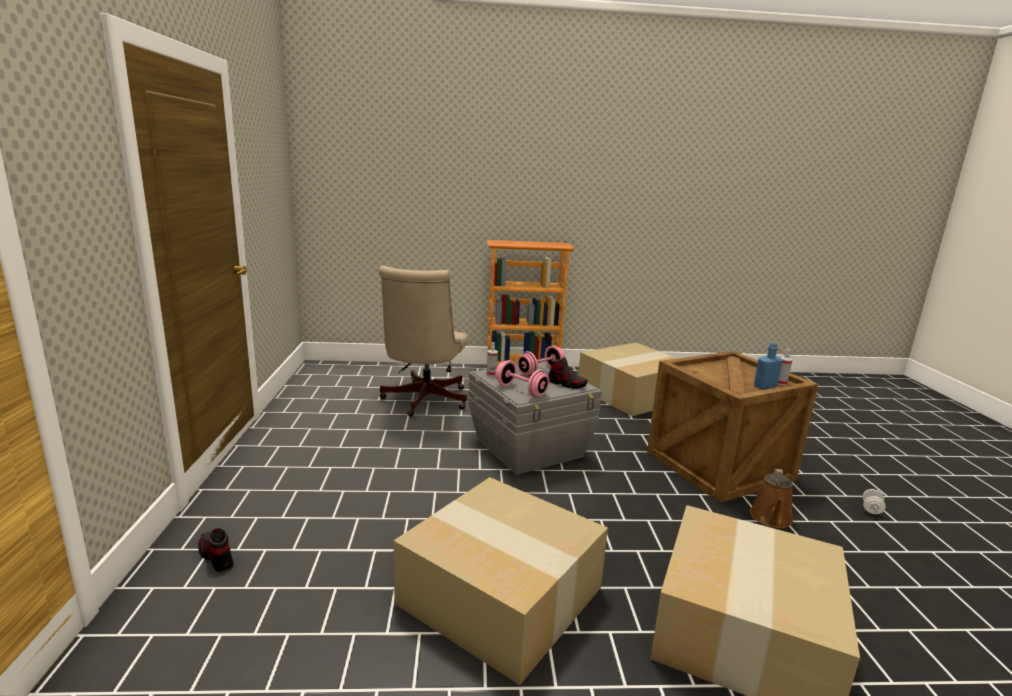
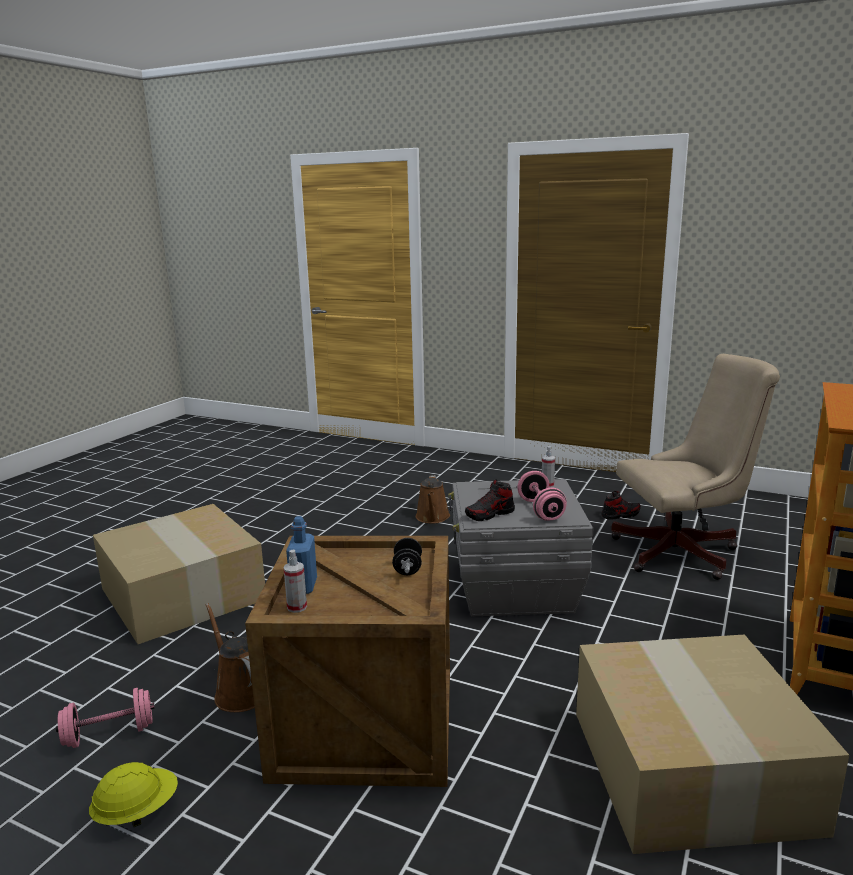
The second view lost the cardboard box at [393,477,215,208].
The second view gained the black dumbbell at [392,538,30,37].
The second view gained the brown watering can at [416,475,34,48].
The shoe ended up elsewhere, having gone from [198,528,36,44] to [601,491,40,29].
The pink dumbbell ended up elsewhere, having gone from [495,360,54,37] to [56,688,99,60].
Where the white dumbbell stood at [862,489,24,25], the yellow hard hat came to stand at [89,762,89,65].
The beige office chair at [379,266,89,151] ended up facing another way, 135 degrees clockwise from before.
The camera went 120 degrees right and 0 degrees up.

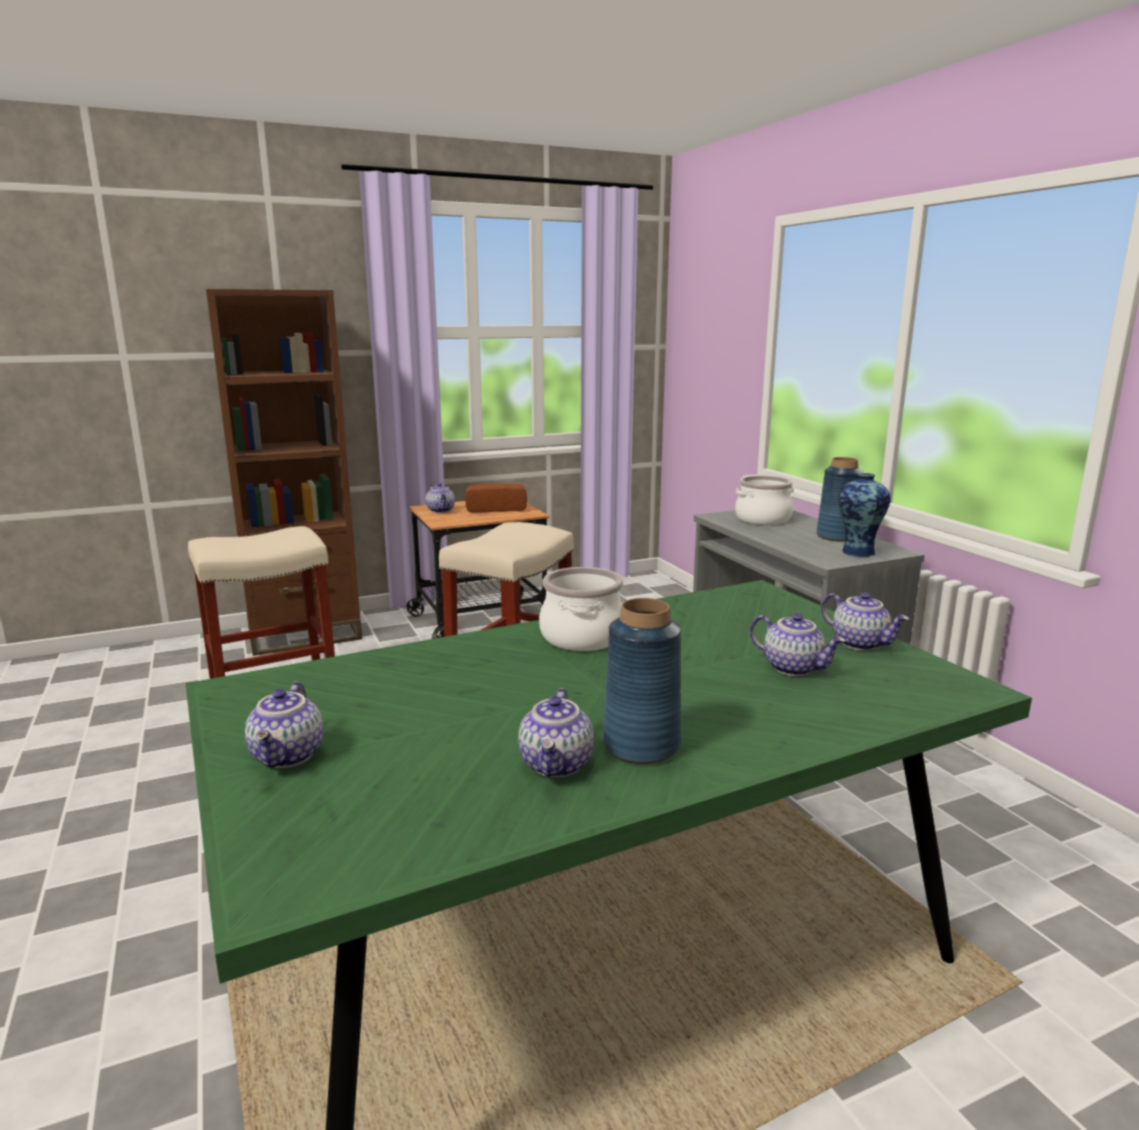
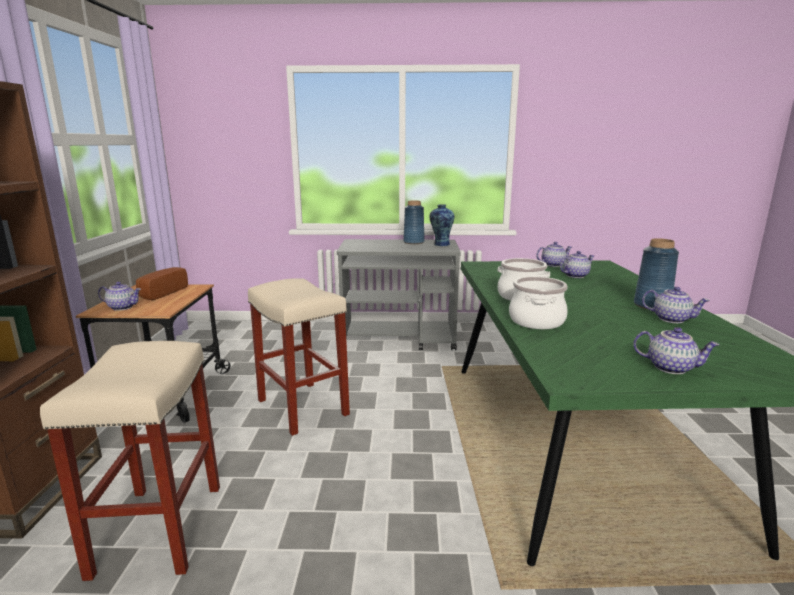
The cooking pot ended up elsewhere, having gone from [735,475,59,50] to [509,276,59,53].
The camera went 65 degrees left and 0 degrees up.

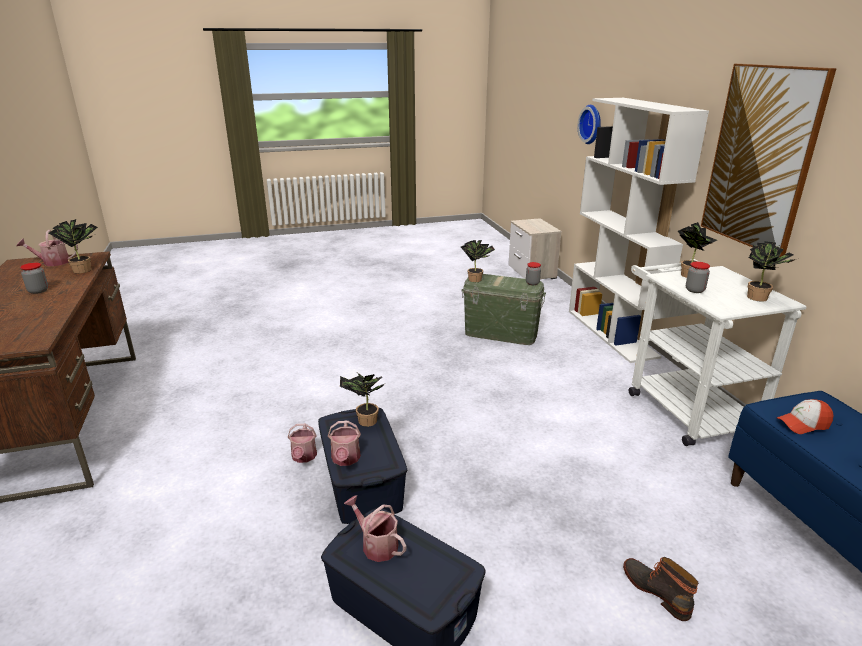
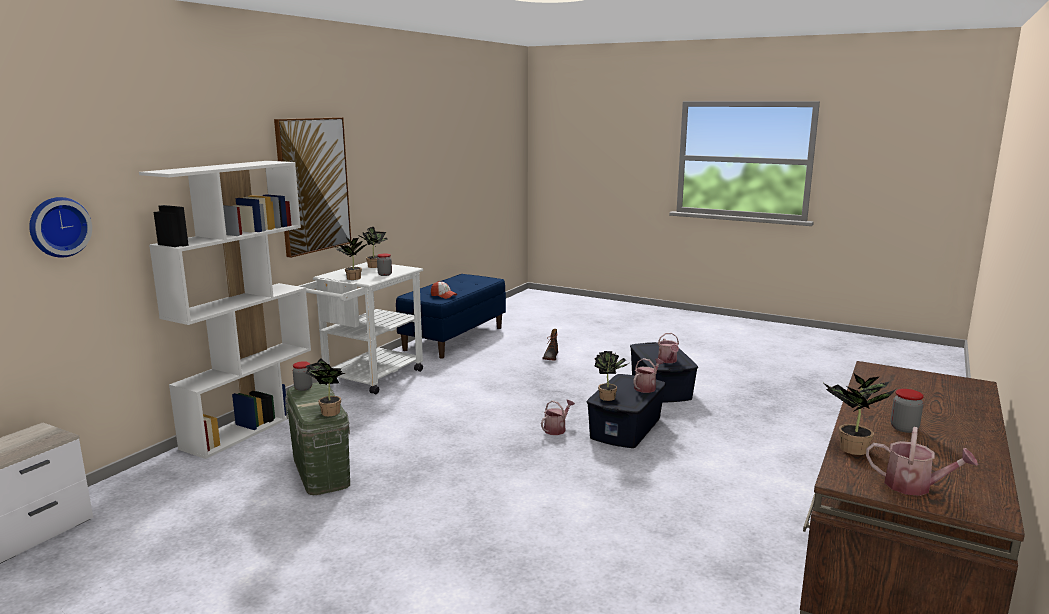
The watering can ended up elsewhere, having gone from [288,423,29,40] to [541,400,34,35].
The camera went 135 degrees left and 10 degrees down.

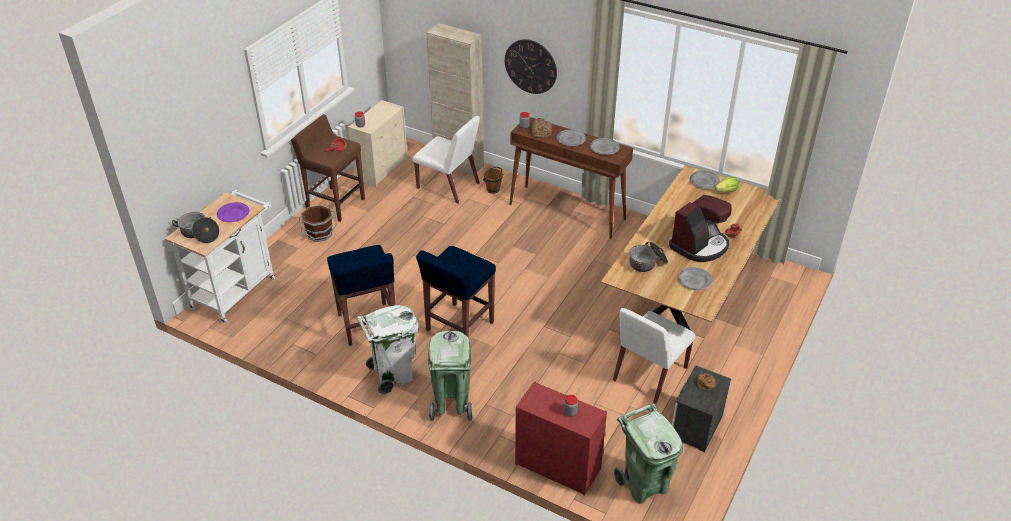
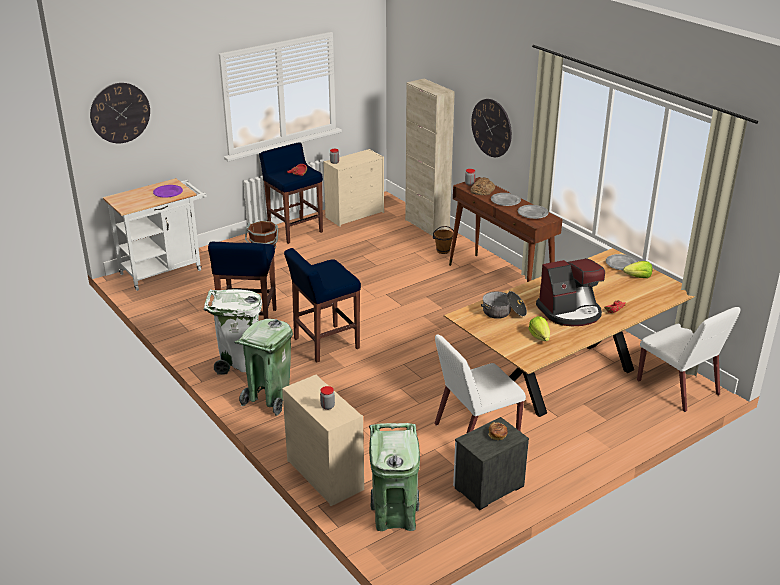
The second view lost the cooking pot at [172,212,47,31].
The second view gained the wall clock at [90,83,60,60].
The white chair ended up elsewhere, having gone from [413,116,67,88] to [637,307,104,105].
Where the grey plate stood at [678,267,34,23], the lettuce came to stand at [528,316,22,25].
What was the brown stool at [291,114,74,108] turned into the blue stool at [259,142,64,102].
What was the red dresser at [515,381,92,115] turned into the beige dresser at [282,374,82,132].
The camera went 25 degrees right and 10 degrees down.

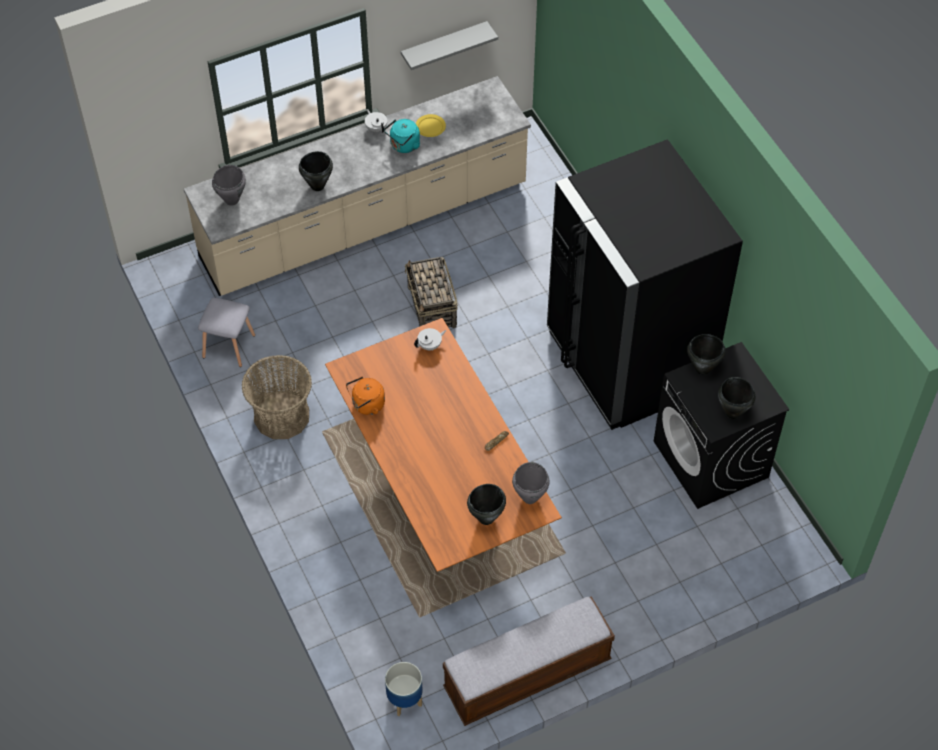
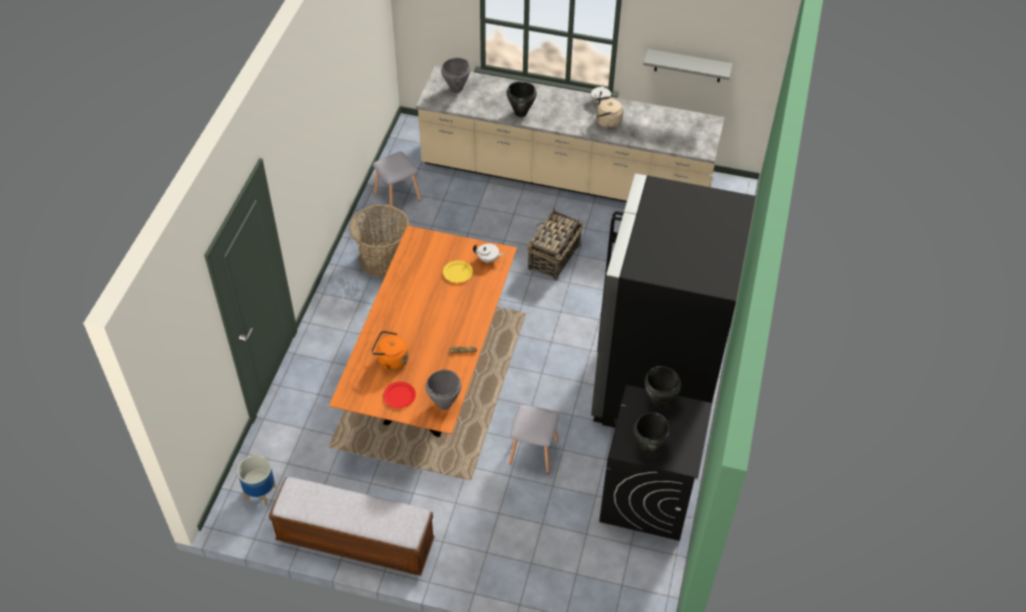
The second view gained the grey stool at [509,405,50,68].
The orange kettle ended up elsewhere, having gone from [346,376,39,39] to [371,331,38,39].
The yellow plate ended up elsewhere, having gone from [416,114,30,23] to [443,260,30,23].
Where the black cooking pot stood at [467,484,39,41], the red plate came to stand at [383,382,33,26].
What was the turquoise kettle at [384,119,36,34] turned into the beige kettle at [595,96,28,33].
The camera went 40 degrees right and 5 degrees down.

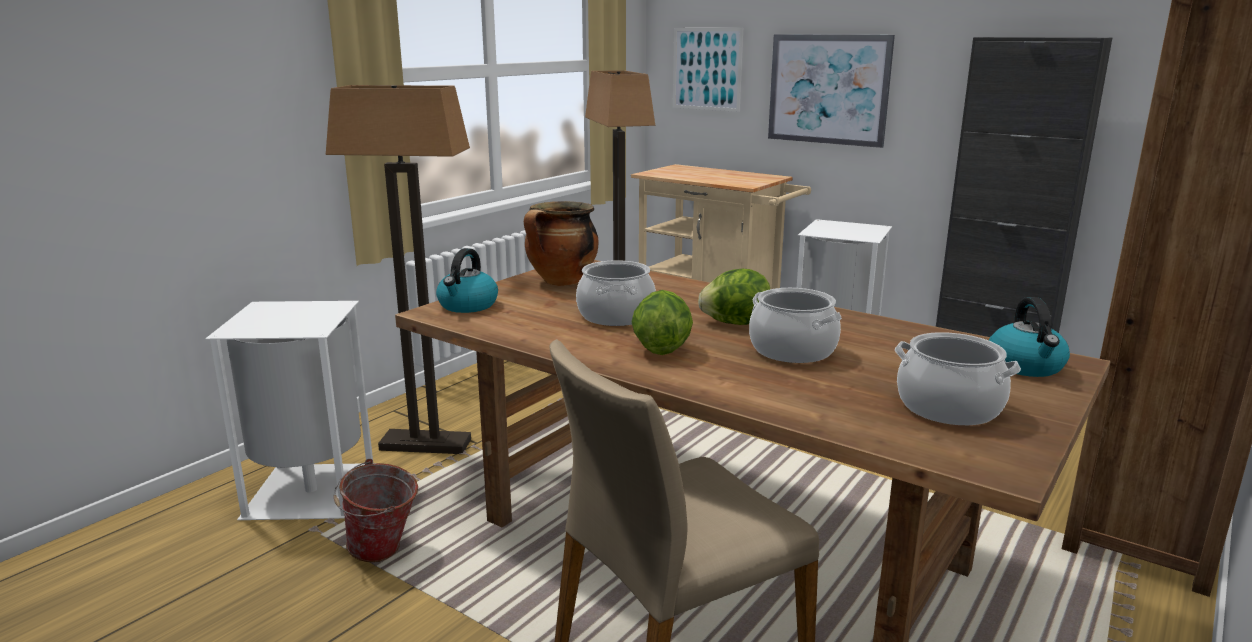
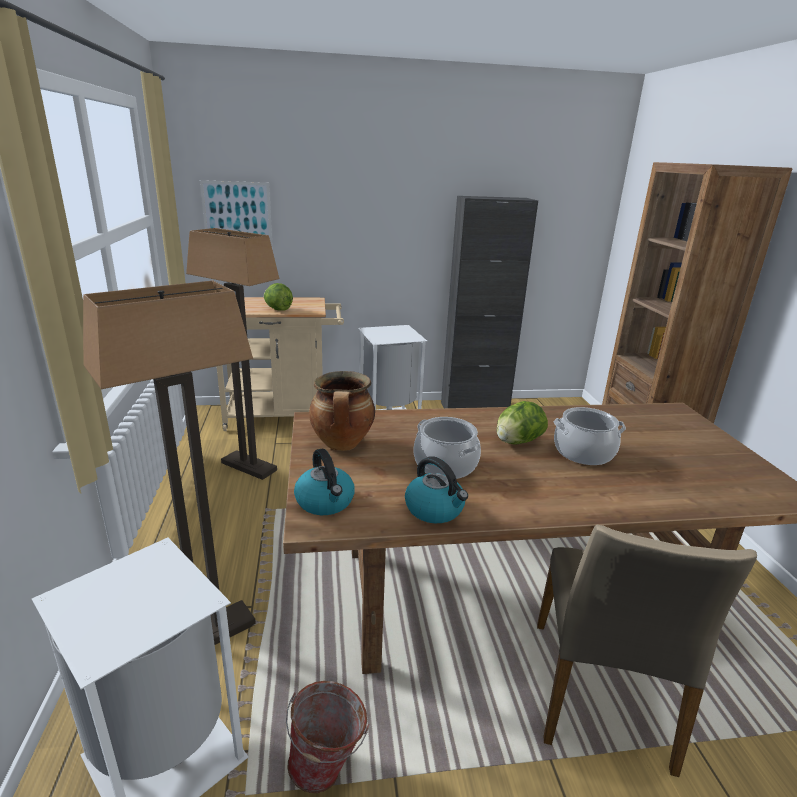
The second view lost the picture at [768,34,127,114].
The second view lost the cooking pot at [895,332,126,93].
The lettuce ended up elsewhere, having gone from [632,290,61,65] to [264,283,29,28].
The kettle ended up elsewhere, having gone from [989,297,81,80] to [405,456,63,67].
The camera went 45 degrees left and 5 degrees up.

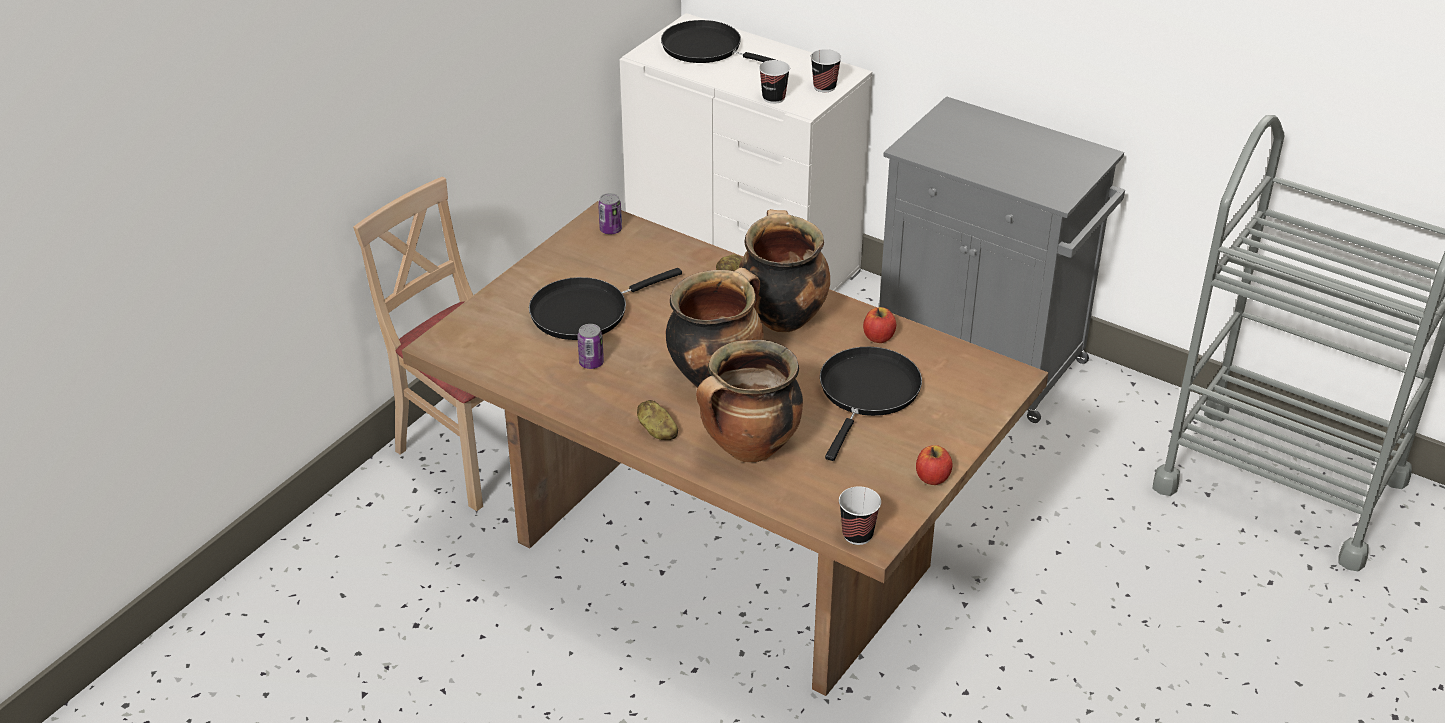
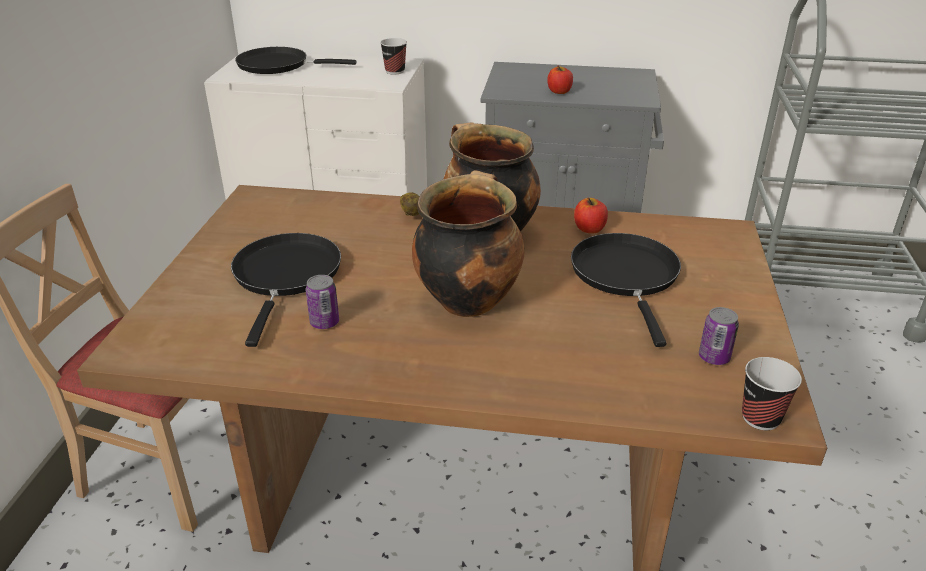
The second view lost the potato at [637,400,41,40].
The second view lost the cooking pot at [696,340,107,123].
The second view lost the cup at [759,60,31,44].
The can ended up elsewhere, having gone from [598,193,24,42] to [699,307,40,58].
The apple ended up elsewhere, having gone from [916,445,37,40] to [547,65,26,29].
The black frying pan at [529,268,153,72] ended up facing another way, 150 degrees clockwise from before.
The camera went 25 degrees left and 5 degrees down.

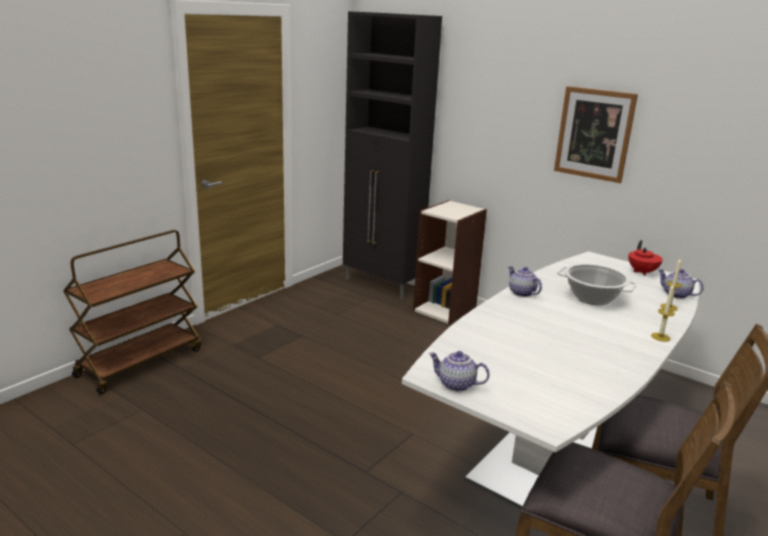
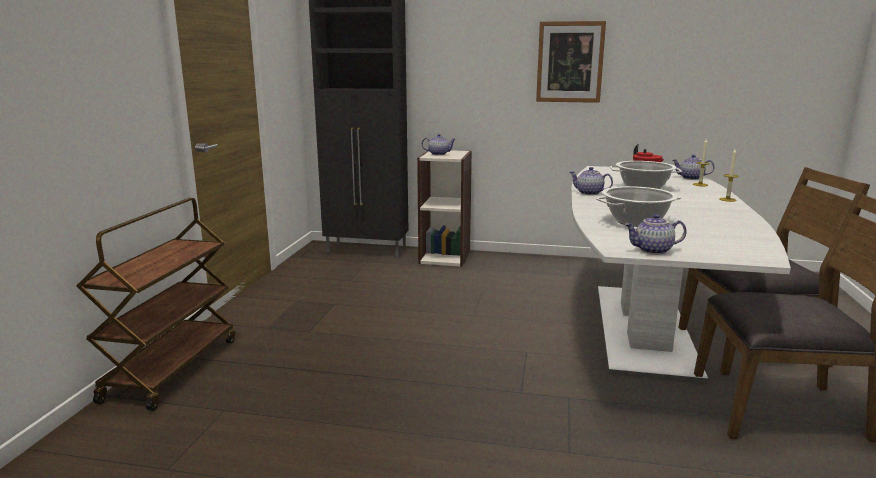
The second view gained the teapot at [422,134,34,21].
The second view gained the cooking pot at [596,186,85,41].
The camera went 25 degrees left and 5 degrees down.

